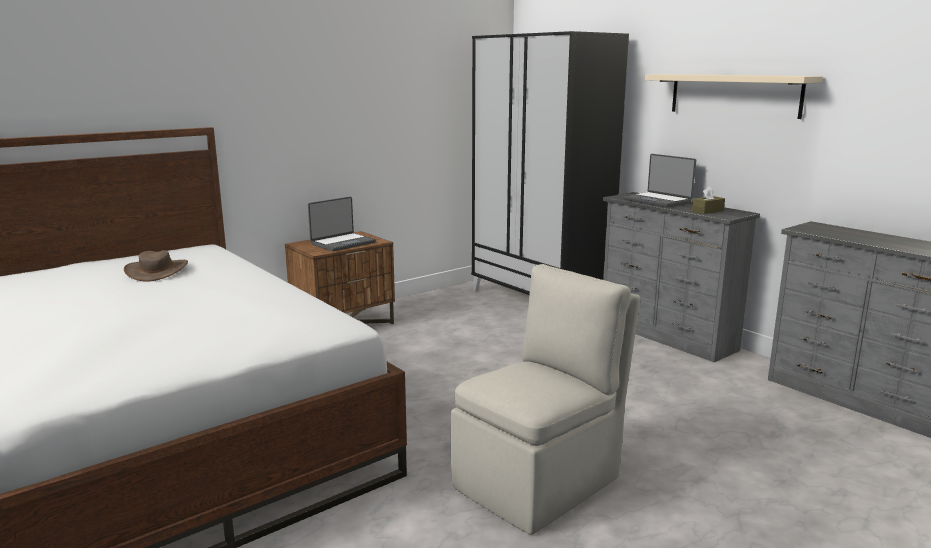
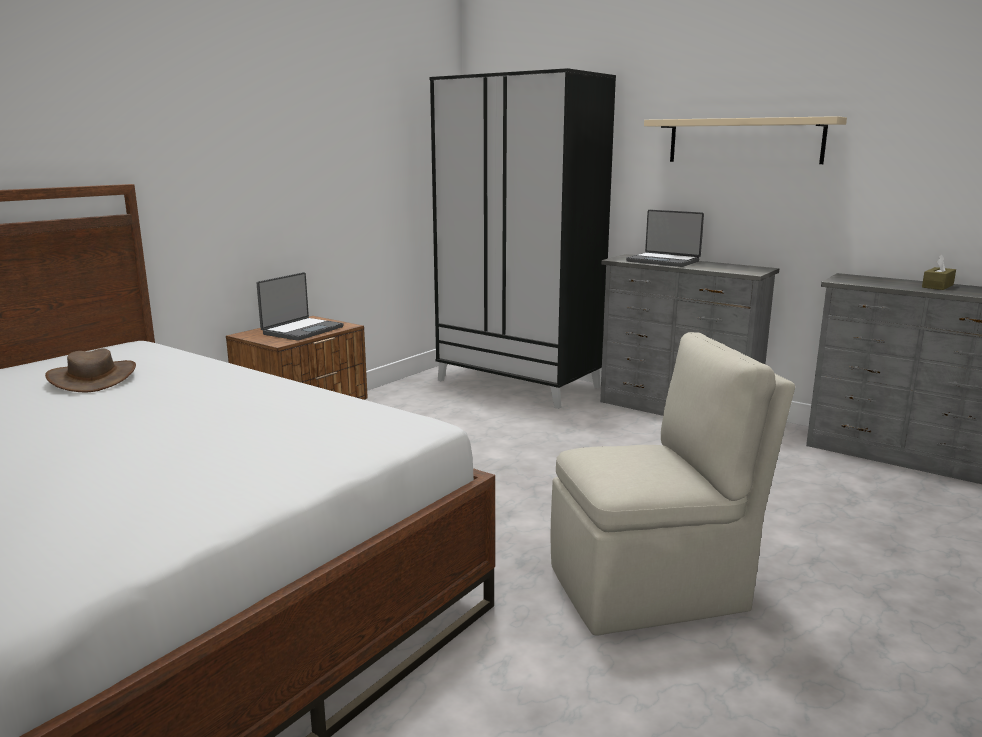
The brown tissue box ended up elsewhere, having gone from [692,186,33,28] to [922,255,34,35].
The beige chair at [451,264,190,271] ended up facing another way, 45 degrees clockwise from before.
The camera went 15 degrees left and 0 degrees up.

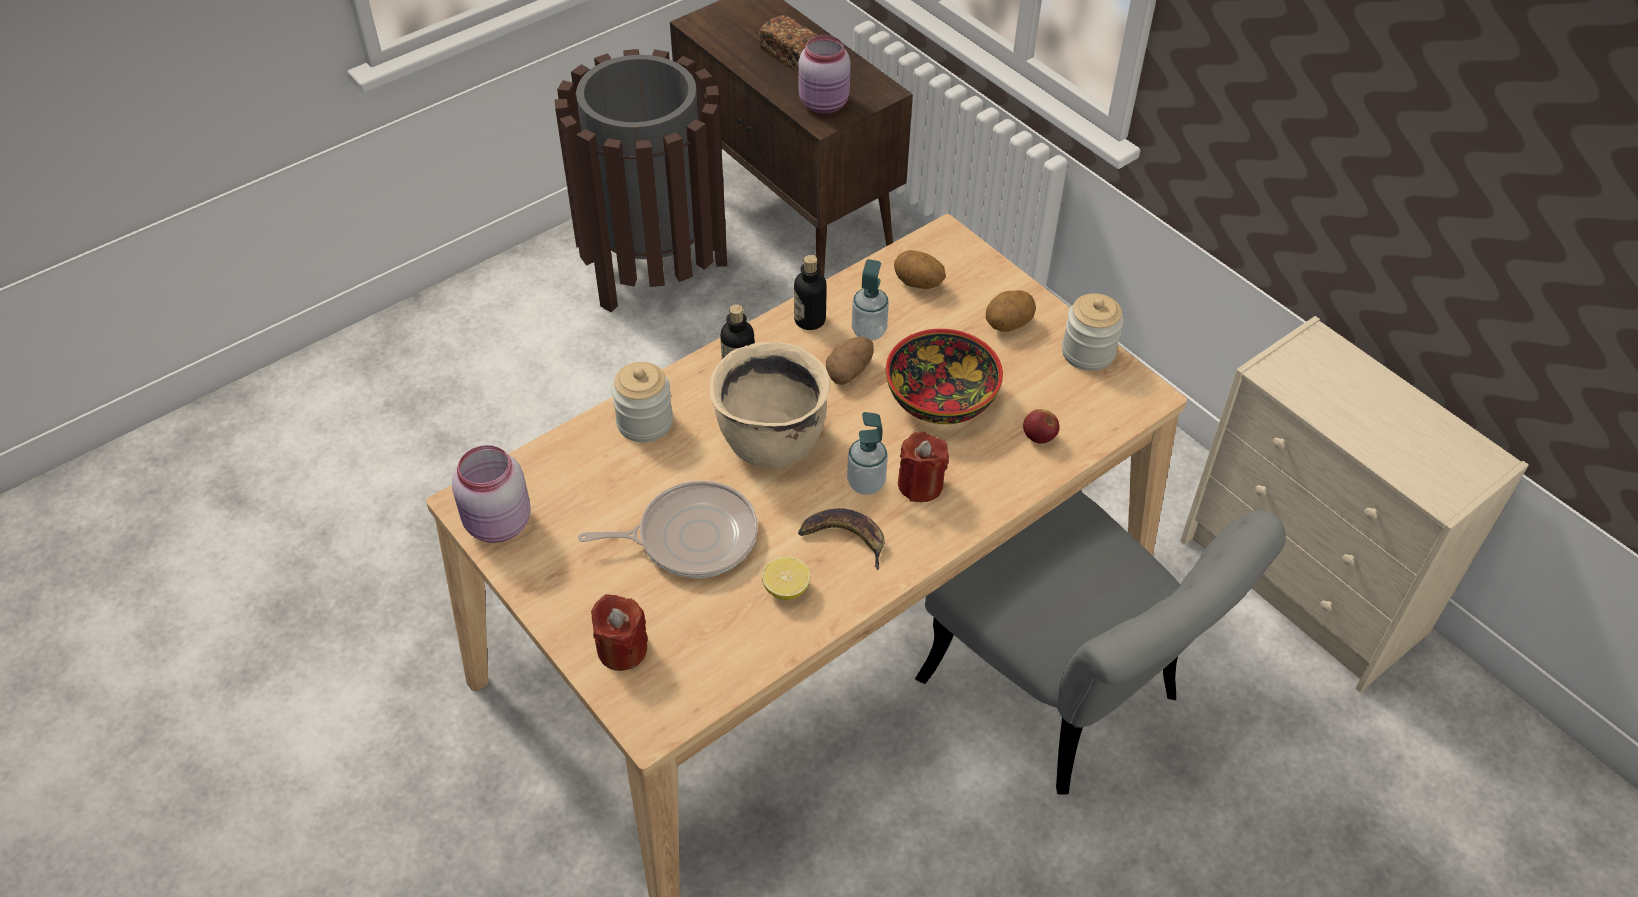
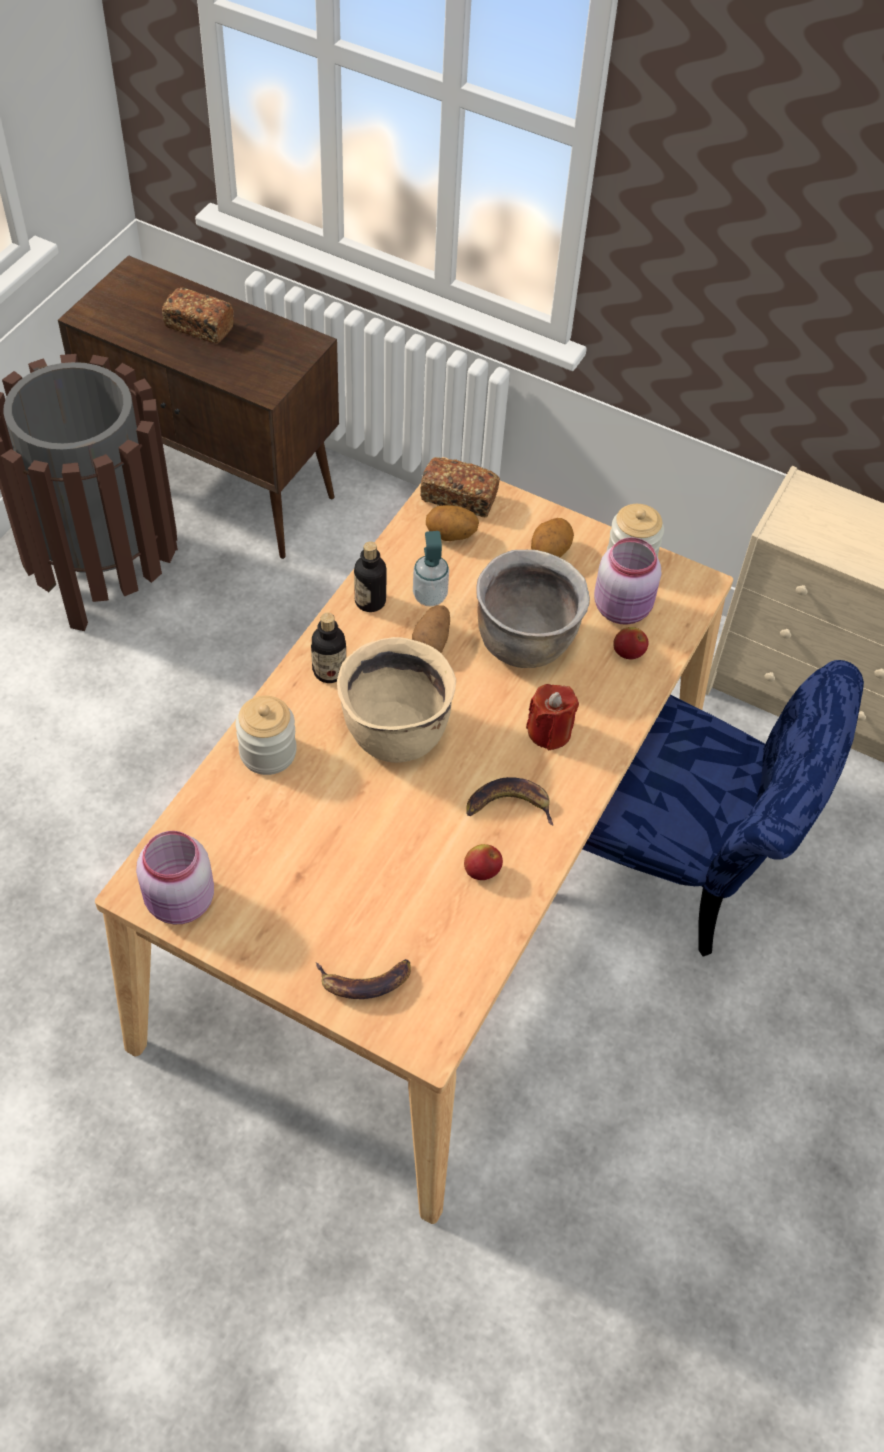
The second view lost the frying pan at [578,481,180,97].
The second view lost the soap dispenser at [847,412,41,83].
The second view gained the bread at [420,457,80,60].
The pink jar ended up elsewhere, having gone from [798,35,53,79] to [594,537,67,88].
Where the red candle stood at [591,594,57,77], the banana came to stand at [316,959,95,40].
Where the lemon stood at [762,556,48,44], the apple came to stand at [464,844,39,36].
Where the bowl stood at [886,329,117,95], the brown cooking pot came to stand at [476,549,114,119].
What was the grey chair at [915,491,371,303] turned into the blue chair at [583,660,281,297].
The camera went 25 degrees left and 5 degrees up.

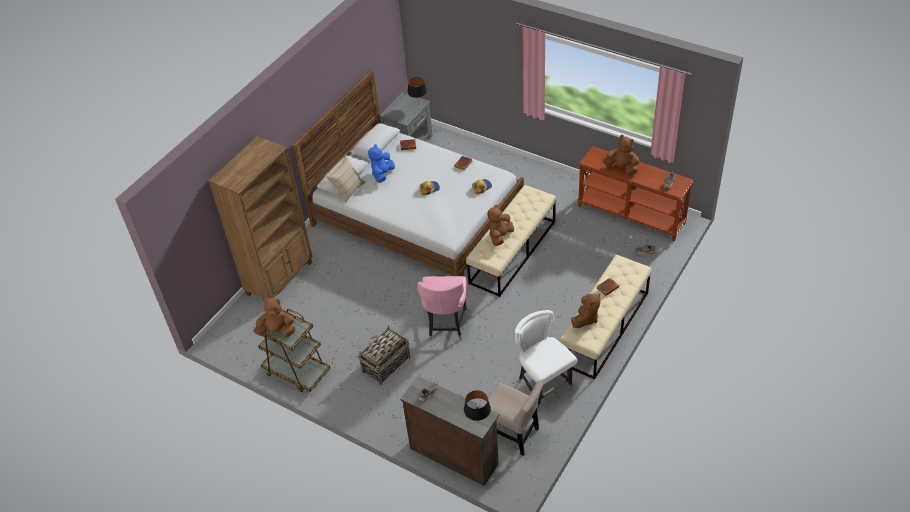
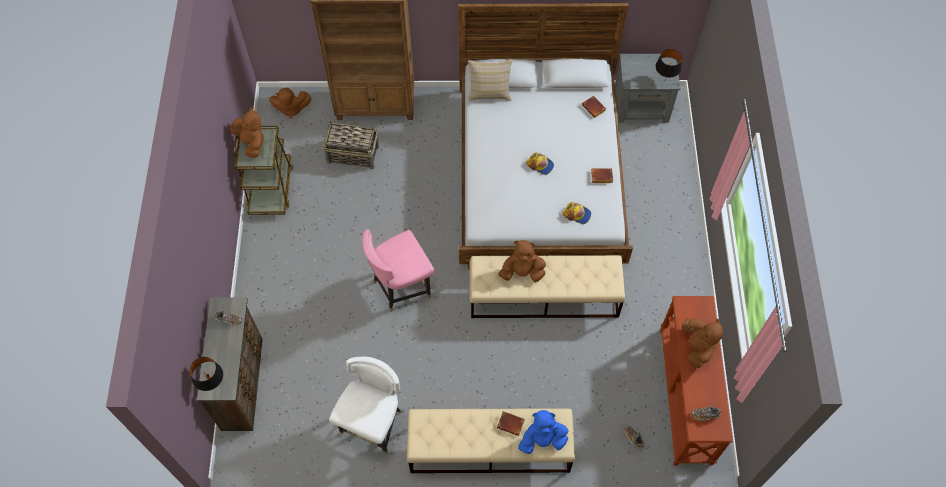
The second view lost the beige chair at [484,380,60,76].
The basket ended up elsewhere, having gone from [358,326,53,59] to [323,121,56,48].
The blue plush toy ended up elsewhere, having gone from [368,144,27,39] to [518,410,50,44].
The brown plush toy ended up elsewhere, having gone from [571,293,30,35] to [269,88,43,31].
The camera went 55 degrees right and 15 degrees up.

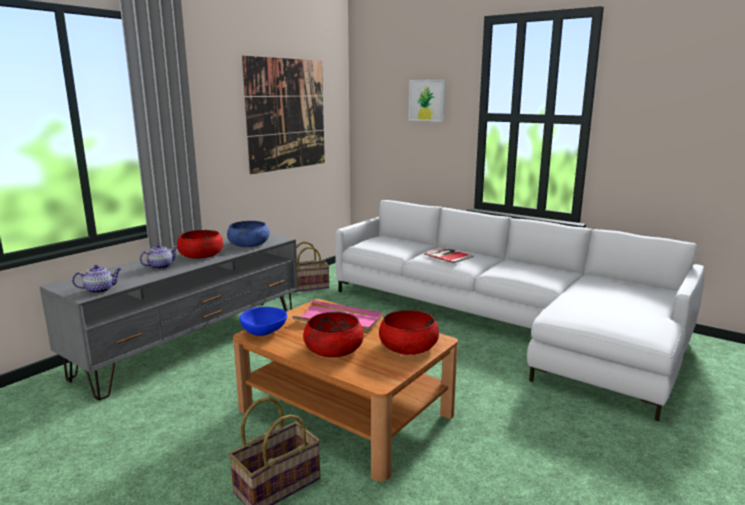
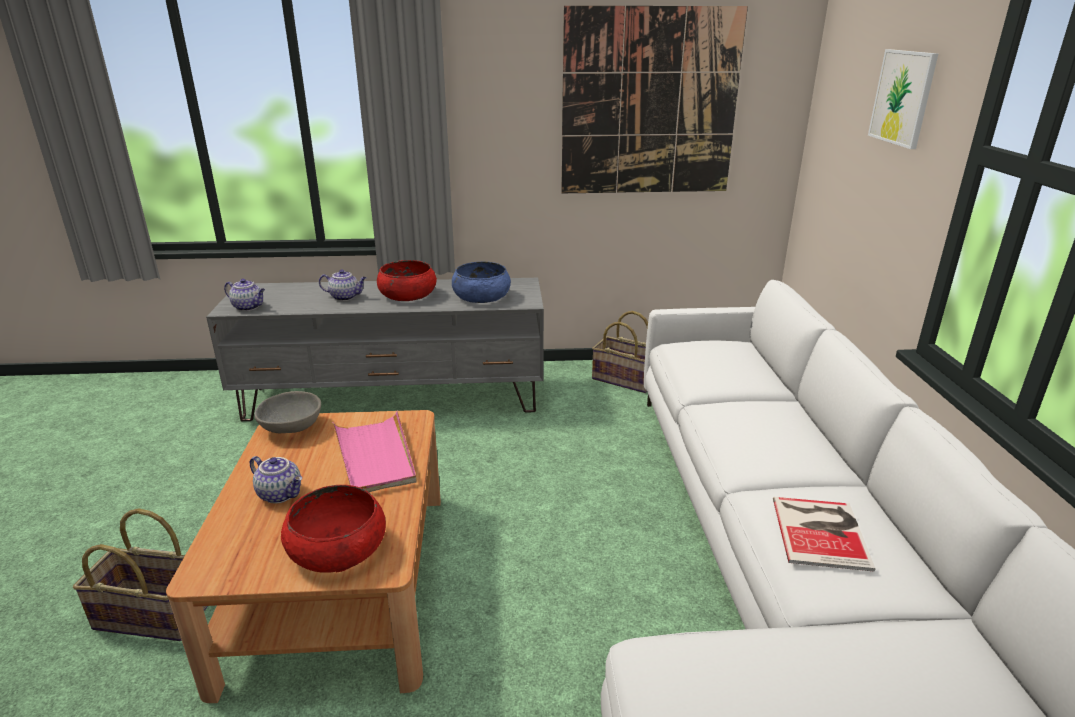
The book ended up elsewhere, having gone from [424,248,50,15] to [773,497,103,75].
Where the red bowl stood at [303,312,61,45], the teapot came to stand at [250,456,52,47].
What was the blue bowl at [240,307,47,29] turned into the grey bowl at [254,391,67,42].
The camera went 50 degrees right and 10 degrees up.

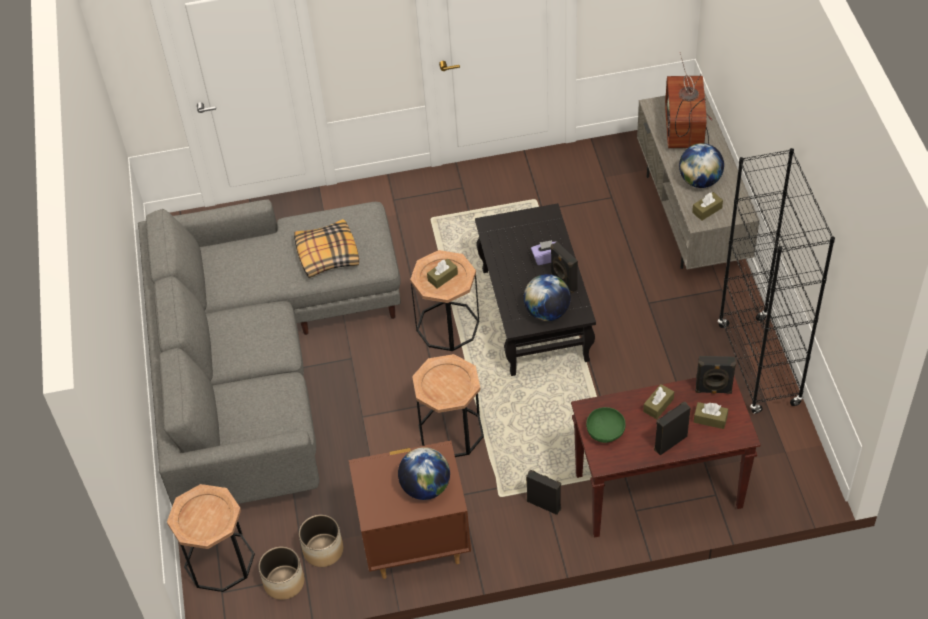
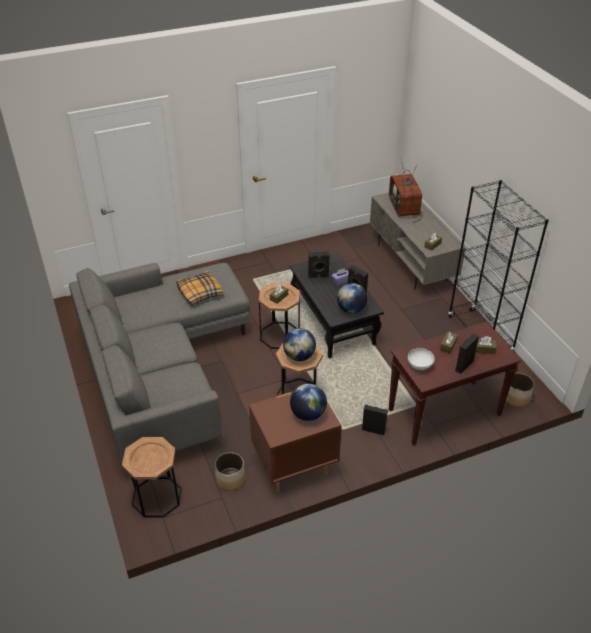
The planter ended up elsewhere, having gone from [259,547,45,53] to [506,373,28,34].
The globe ended up elsewhere, having gone from [679,143,45,45] to [283,328,33,33].
The black speaker ended up elsewhere, having gone from [695,356,41,38] to [308,251,22,27].
What was the green bowl at [586,407,40,36] turned into the white bowl at [408,348,27,22].
The camera went 15 degrees left and 10 degrees down.

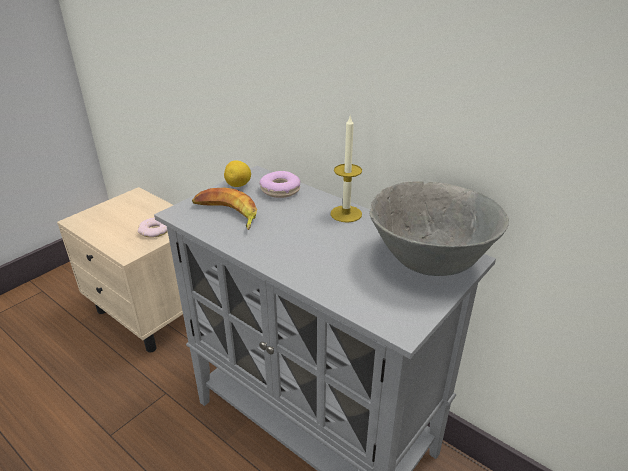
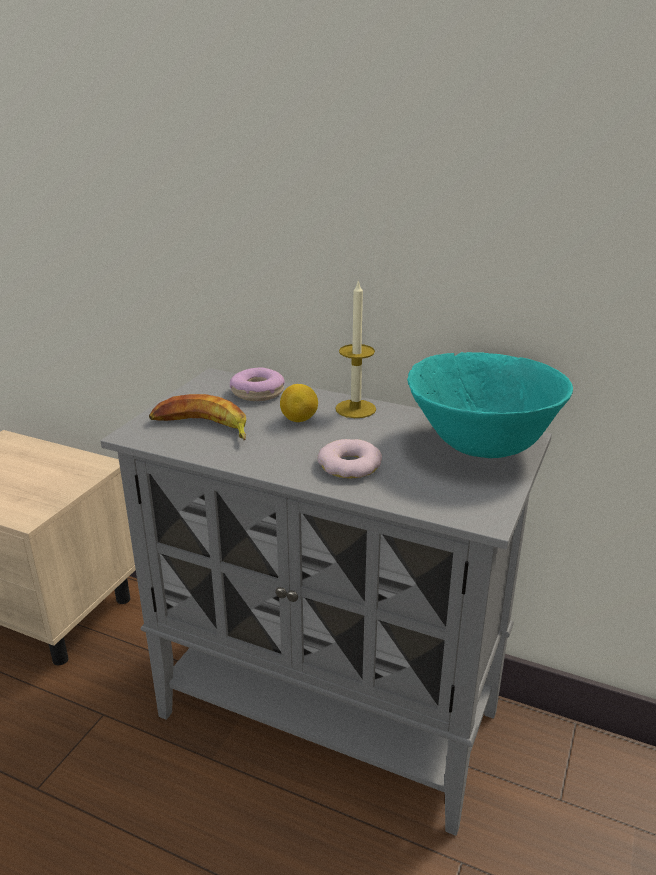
The donut ended up elsewhere, having gone from [138,217,30,21] to [317,439,65,40].
The lemon ended up elsewhere, having gone from [224,160,27,27] to [280,384,38,38].
What was the grey bowl at [370,181,139,95] turned into the turquoise bowl at [407,352,166,106].
The camera went 15 degrees left and 5 degrees down.

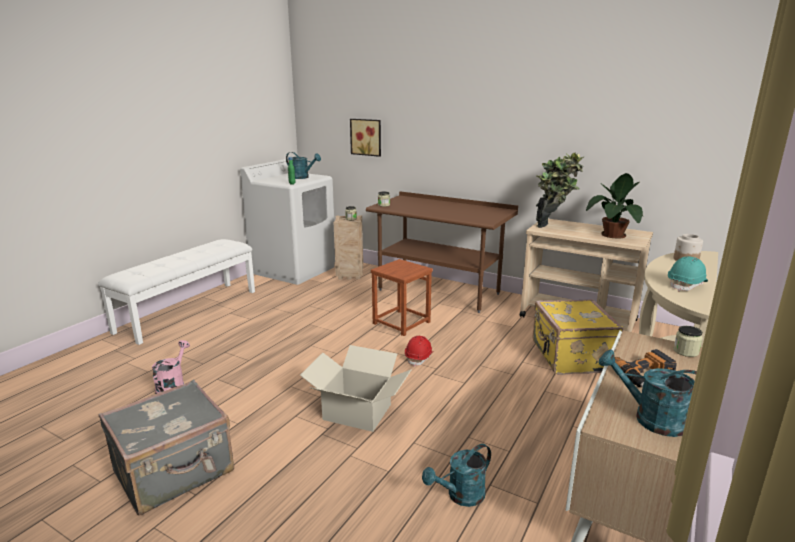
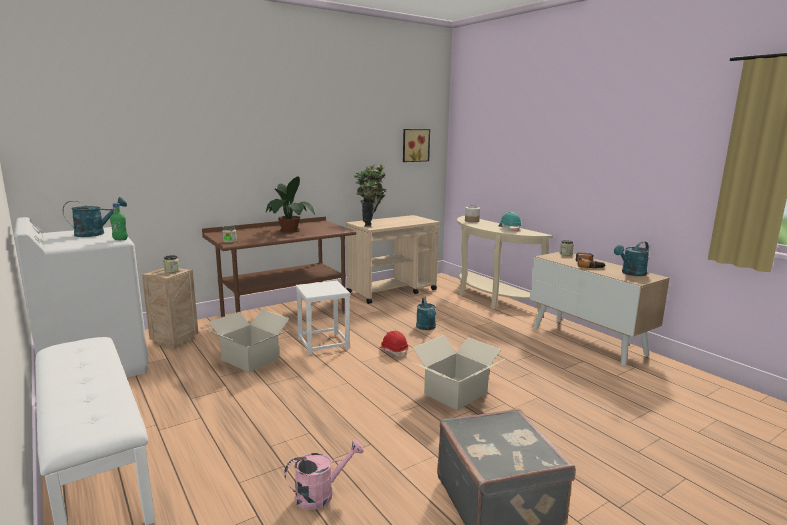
The second view lost the yellow suitcase at [532,299,91,76].
The second view gained the cardboard box at [206,309,84,63].
The picture ended up elsewhere, having gone from [350,119,31,38] to [403,129,27,33].
The turquoise watering can ended up elsewhere, having gone from [422,444,69,63] to [416,298,20,32].
The potted plant ended up elsewhere, having gone from [586,173,57,66] to [266,177,49,56].
What was the brown stool at [371,259,62,77] turned into the white stool at [296,280,54,75].
The pink watering can at [152,340,38,54] ended up facing another way, 120 degrees clockwise from before.
The camera went 65 degrees left and 5 degrees down.

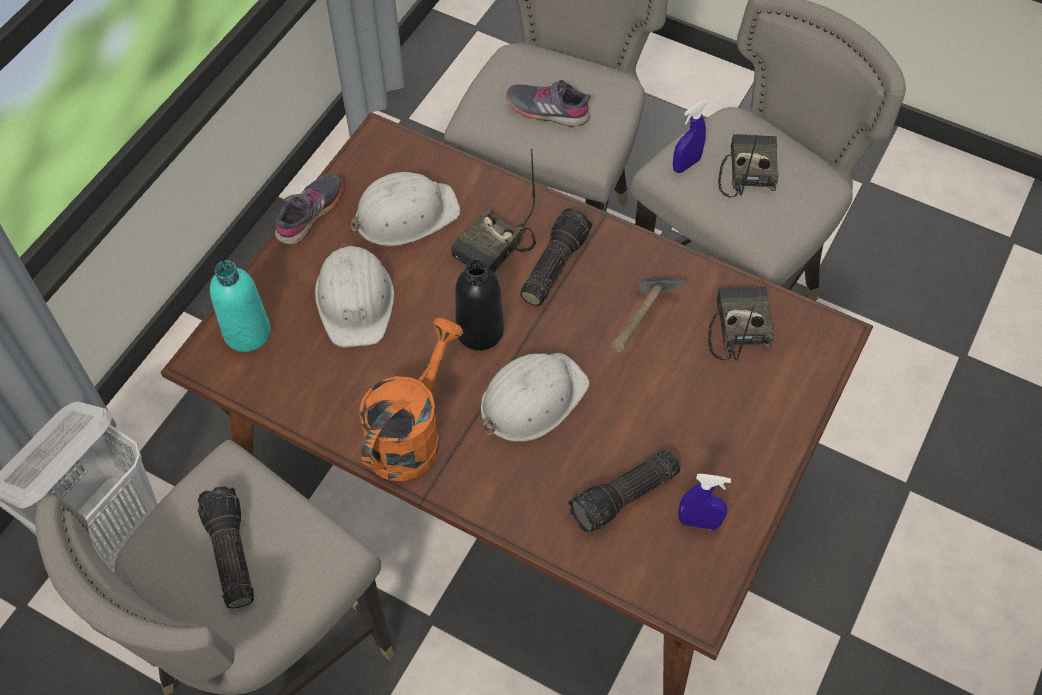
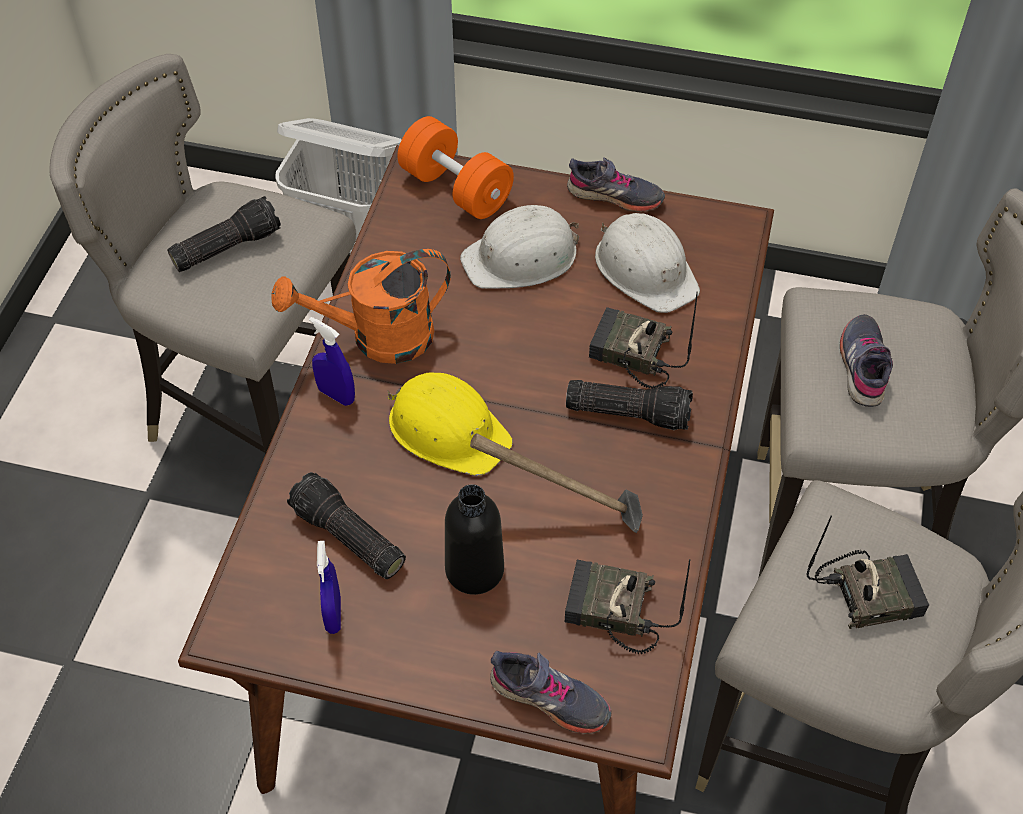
The second view gained the grey shoe at [490,651,121,83].
The black bottle ended up elsewhere, having gone from [455,259,49,92] to [445,484,59,111].
The blue spray bottle ended up elsewhere, having gone from [673,101,34,72] to [309,317,46,89].
Where the turquoise bottle stood at [210,260,61,92], the orange dumbbell came to stand at [397,116,117,103].
What was the white hard hat at [481,353,109,89] turned into the yellow hard hat at [387,372,126,104].
The orange watering can at [359,318,105,163] ended up facing another way, 150 degrees clockwise from before.
The radio at [708,286,66,75] ended up facing another way, 150 degrees counterclockwise from before.
The camera went 75 degrees right and 5 degrees down.

